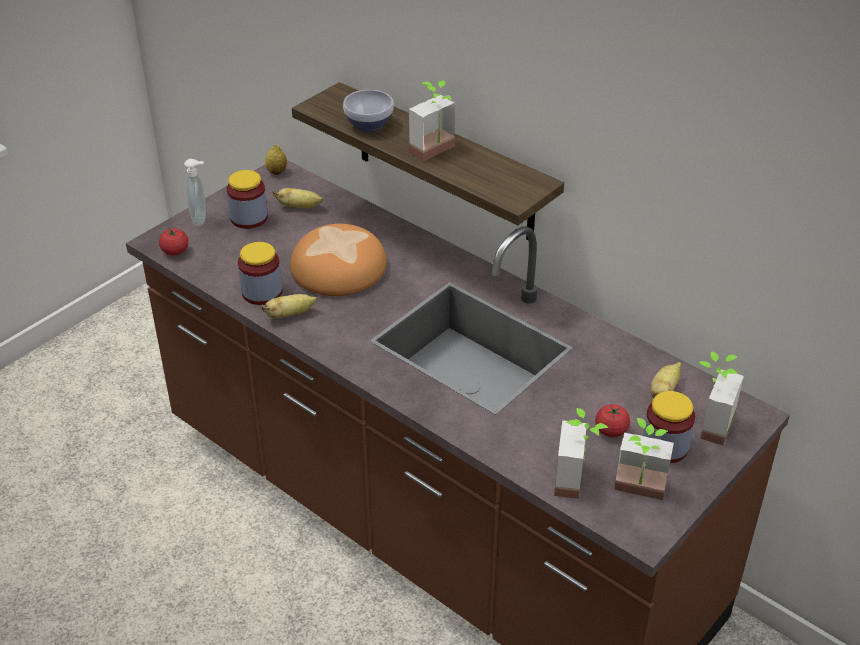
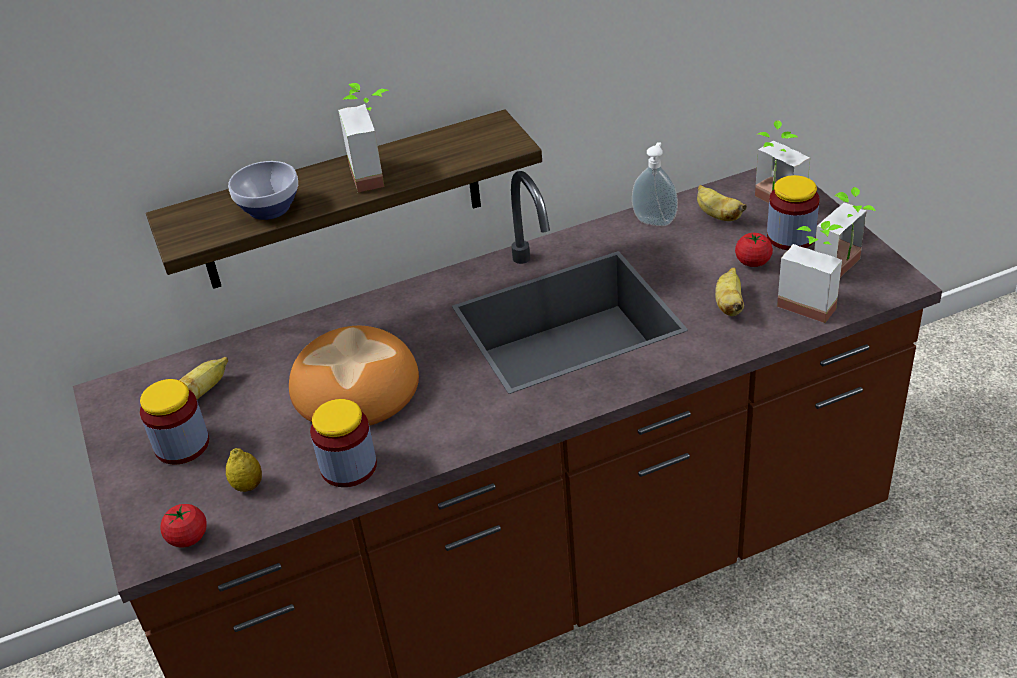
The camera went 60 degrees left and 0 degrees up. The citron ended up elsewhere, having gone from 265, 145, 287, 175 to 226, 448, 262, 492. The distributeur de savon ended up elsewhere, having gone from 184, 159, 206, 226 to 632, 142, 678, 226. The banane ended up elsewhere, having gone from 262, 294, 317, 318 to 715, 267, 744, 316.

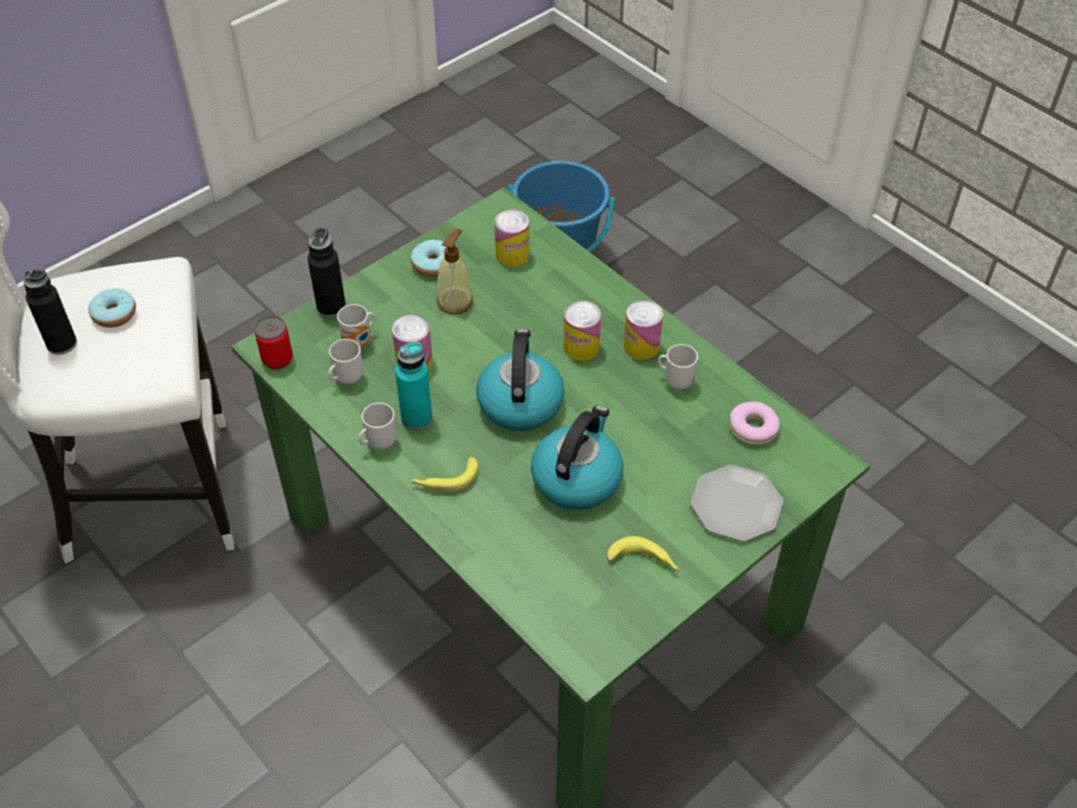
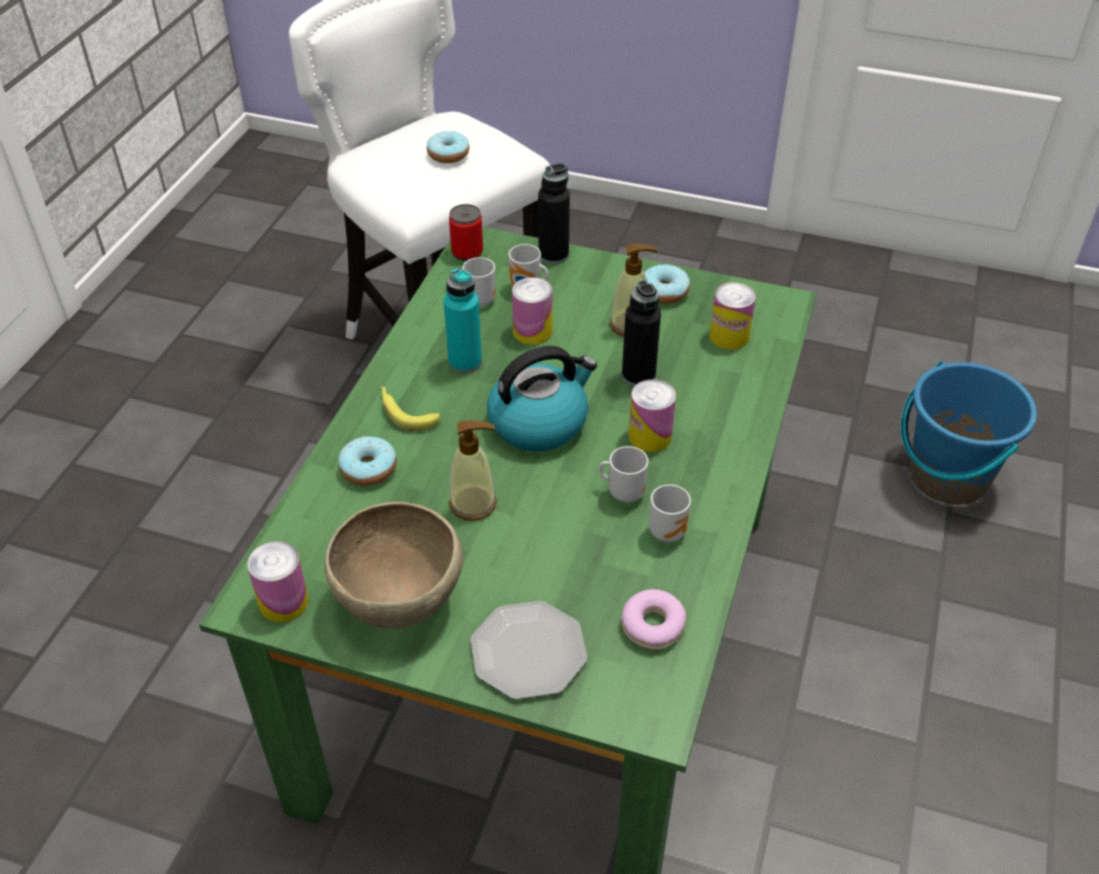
The camera went 60 degrees right and 5 degrees down. The bouteille/noir ended up elsewhere, having gone from 24, 269, 77, 355 to 622, 280, 661, 386. The boîte métallique ended up elsewhere, having gone from 624, 300, 663, 360 to 247, 541, 309, 622. The mug ended up elsewhere, having gone from 358, 403, 397, 449 to 599, 446, 648, 502. Where the bouilloire stood at 531, 405, 623, 510, the distributeur de savon came to stand at 449, 420, 497, 521. Where the banane stood at 607, 536, 680, 571, the bol/marron came to stand at 324, 502, 463, 629. The second view gained the beignet at 338, 436, 397, 486.

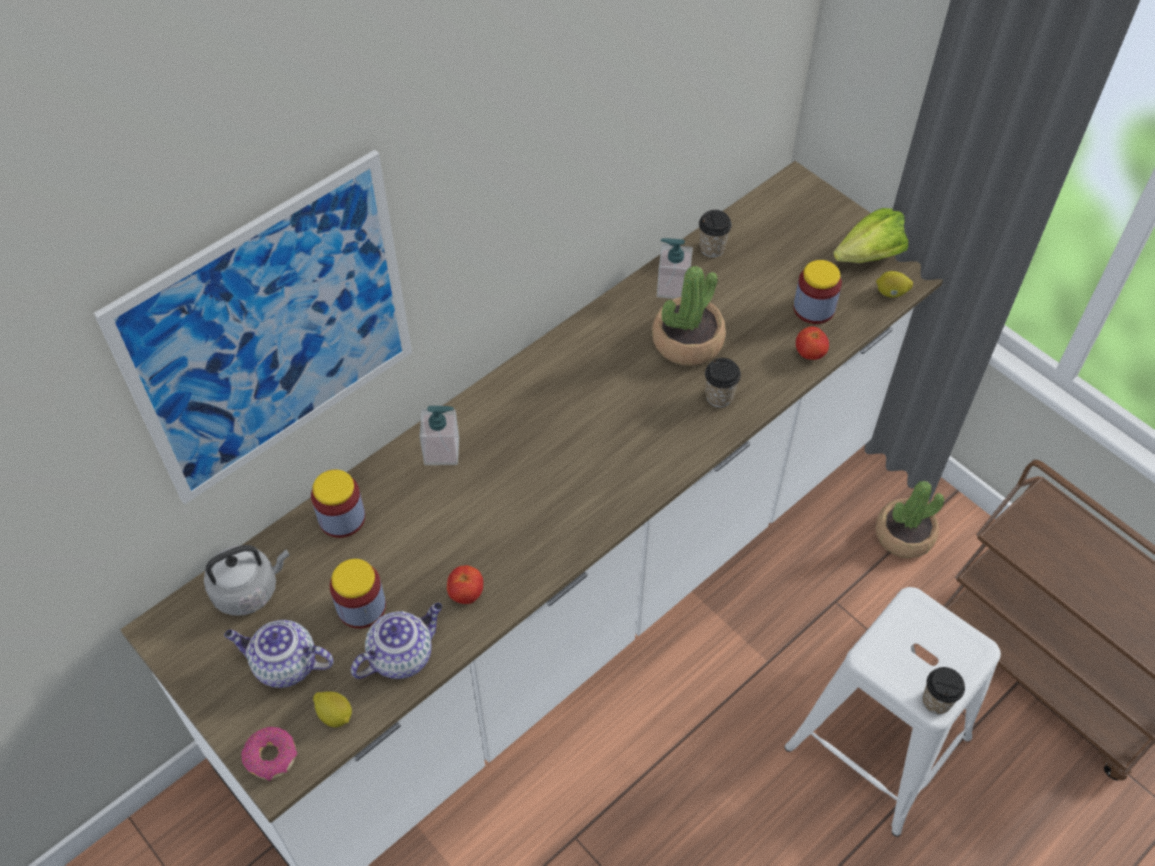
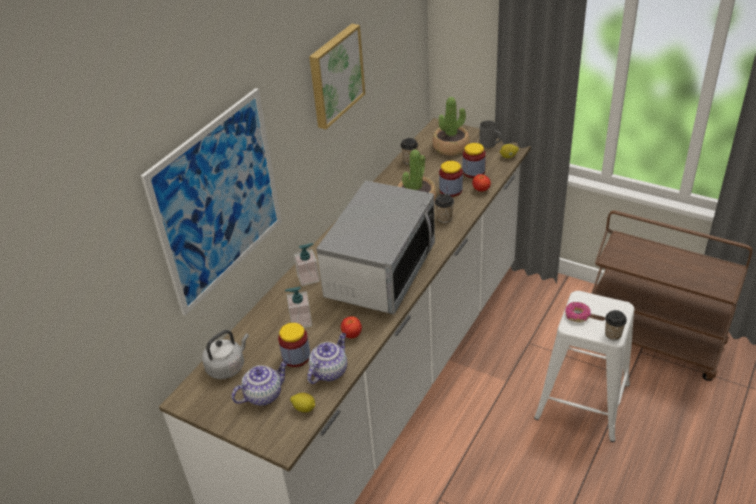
The camera went 15 degrees left and 15 degrees down. Where the laitue stood at 833, 208, 908, 263, the mug/gris came to stand at 480, 120, 502, 148. The distributeur de savon ended up elsewhere, having gone from 657, 238, 693, 299 to 285, 287, 312, 328. The bocal ended up elsewhere, having gone from 311, 470, 365, 538 to 439, 161, 463, 197. The plante en pot ended up elsewhere, having gone from 875, 481, 944, 558 to 432, 97, 470, 155. The théière at 224, 620, 333, 688 ended up facing another way, 150 degrees clockwise from before. The beignet ended up elsewhere, having gone from 241, 727, 297, 781 to 565, 302, 591, 322. The second view gained the tableau at 309, 24, 365, 129. The second view gained the micro-ondes at 317, 181, 435, 314.

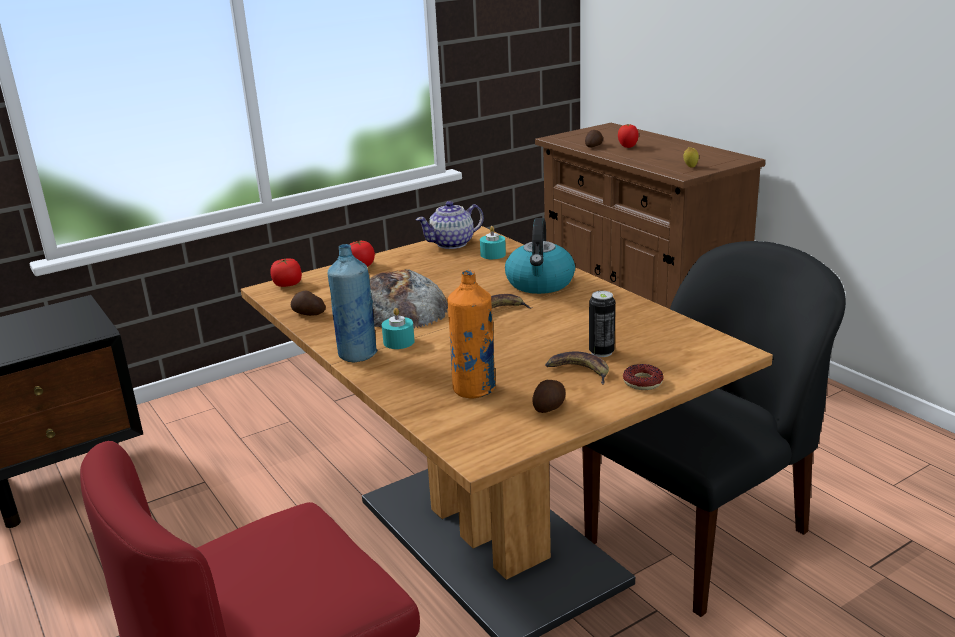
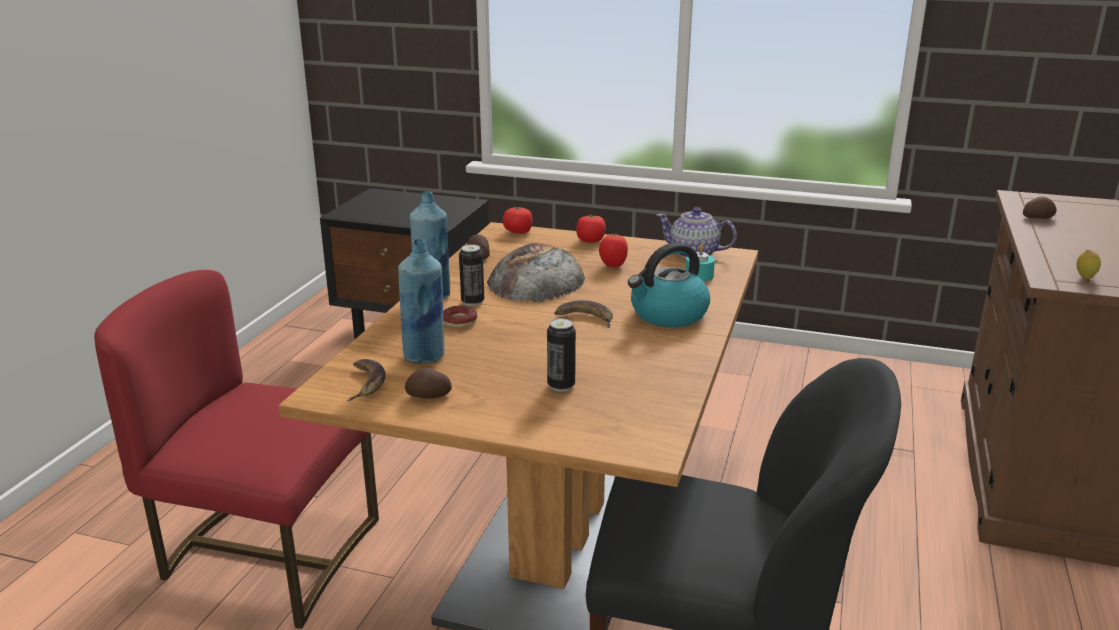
The camera went 50 degrees right and 0 degrees up. The tomate ended up elsewhere, having gone from 618, 124, 639, 148 to 599, 234, 628, 267. What was the bouteille/orange at 447, 270, 496, 399 turned into the bouteille/bleu at 398, 239, 444, 364. Where the bougie/turquoise stood at 382, 308, 415, 349, the boîte métallique came to stand at 459, 244, 484, 306. The banane ended up elsewhere, having gone from 545, 351, 609, 385 to 346, 359, 385, 401. The beignet ended up elsewhere, having gone from 623, 364, 663, 390 to 443, 306, 477, 328.

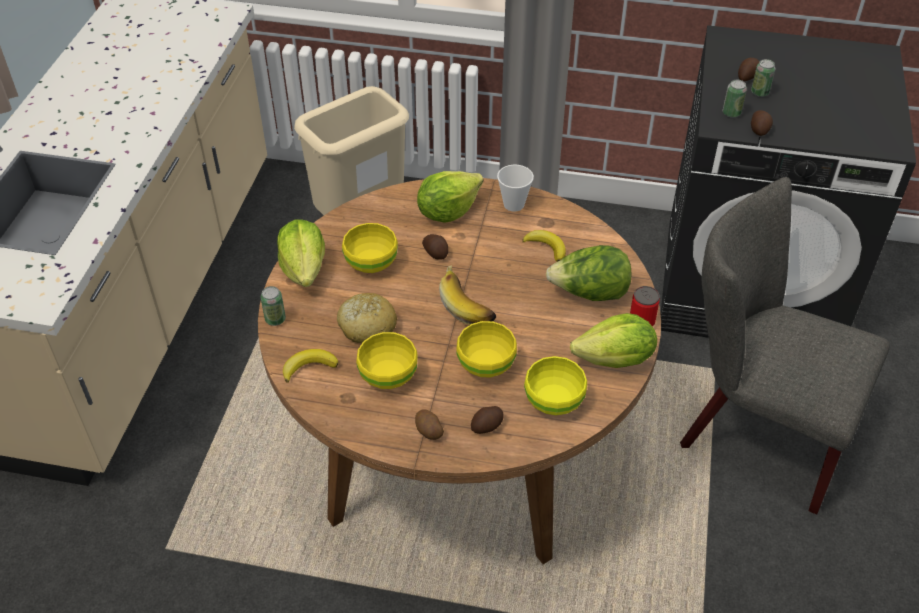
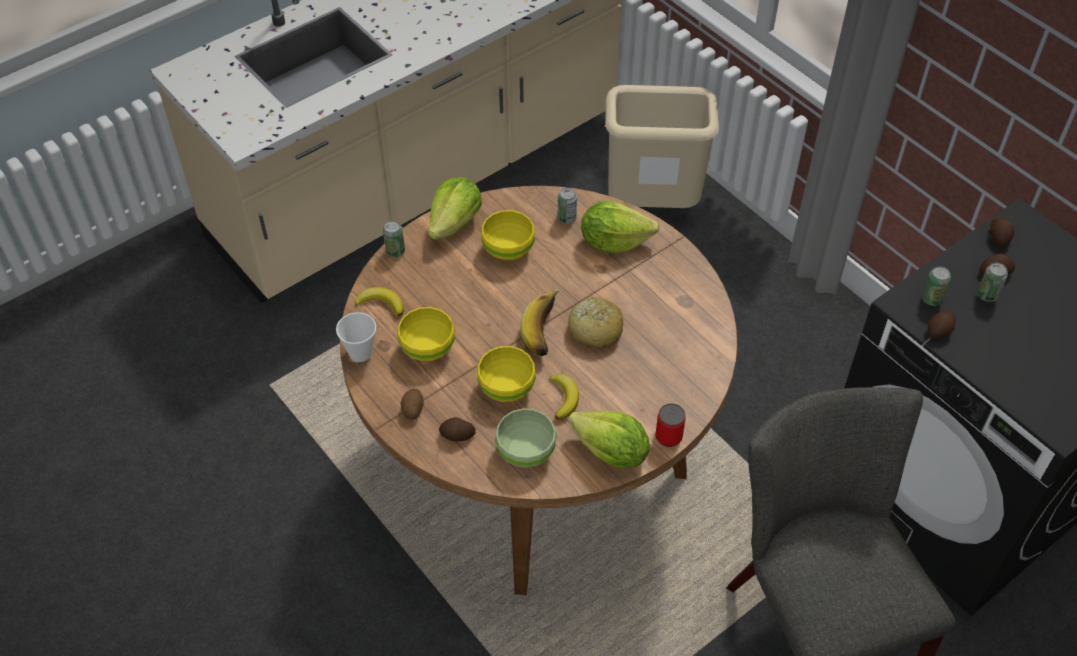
The camera went 40 degrees right and 5 degrees up. The tasse ended up elsewhere, having gone from 497, 165, 534, 212 to 336, 312, 376, 362. The banane ended up elsewhere, having gone from 522, 230, 566, 262 to 549, 374, 579, 420. The pomme de terre ended up elsewhere, having gone from 422, 234, 448, 260 to 990, 217, 1015, 247. The second view lost the laitue at 546, 245, 631, 301. The pain ended up elsewhere, having gone from 337, 293, 397, 343 to 568, 298, 623, 348. What was the bol/jaune at 524, 356, 587, 415 turned into the bol/vert at 495, 408, 557, 468. The second view gained the boîte métallique at 558, 188, 577, 224.

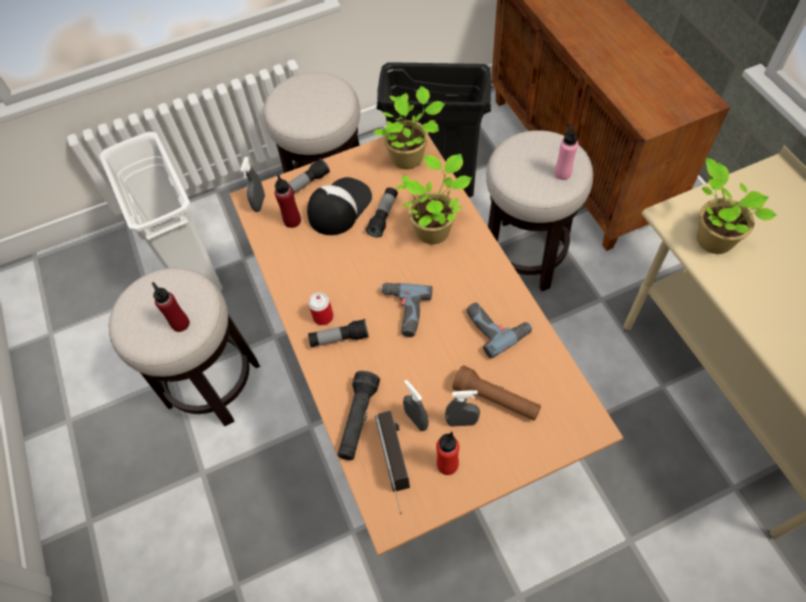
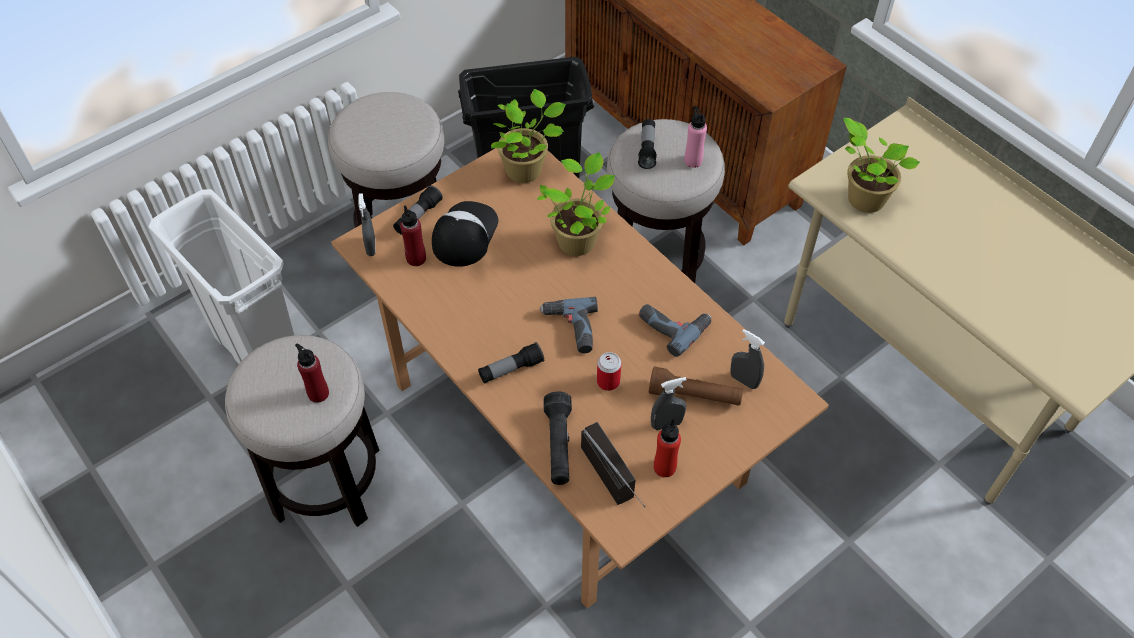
The camera went 20 degrees left and 5 degrees down. The lampe de poche ended up elsewhere, having gone from 366, 187, 398, 238 to 638, 119, 657, 169. The boîte métallique ended up elsewhere, having gone from 308, 292, 333, 325 to 597, 352, 621, 391. The vaporisateur/gris ended up elsewhere, having gone from 403, 380, 429, 431 to 730, 329, 765, 389.

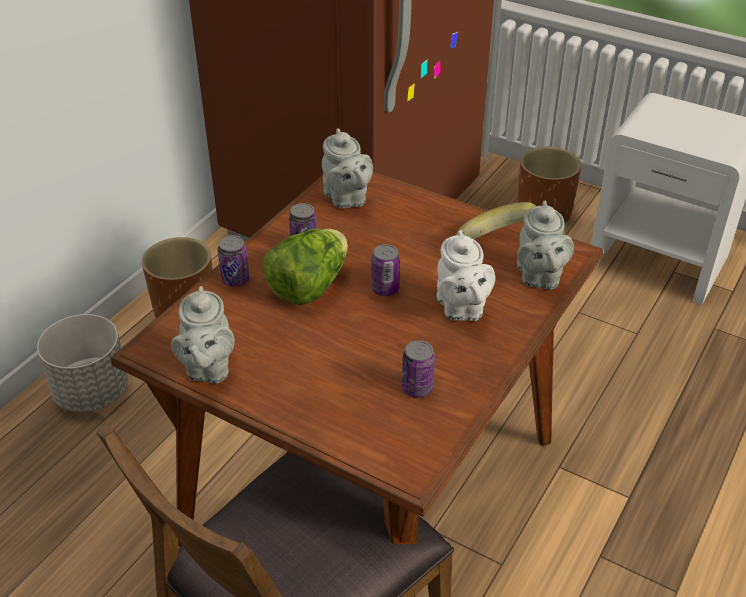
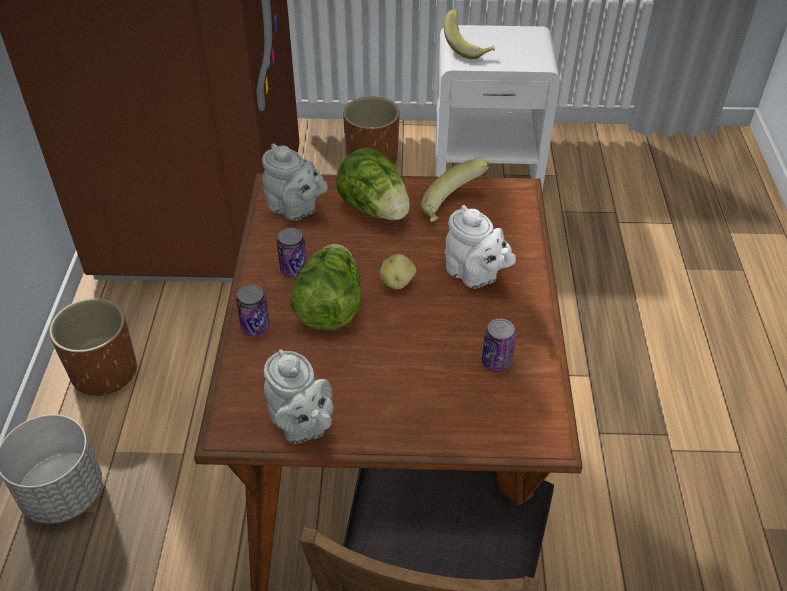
The camera went 30 degrees left and 5 degrees up. The second view lost the théière/gris at 517, 200, 574, 290. Where the boîte métallique stood at 371, 244, 400, 296, the pomme de terre came to stand at 380, 254, 416, 289. The second view gained the banane at 444, 9, 495, 59. The second view gained the laitue at 336, 147, 410, 220.

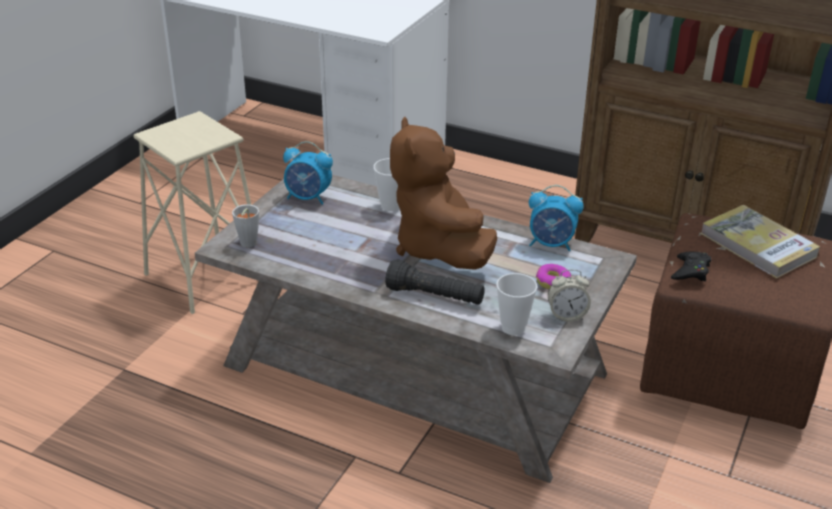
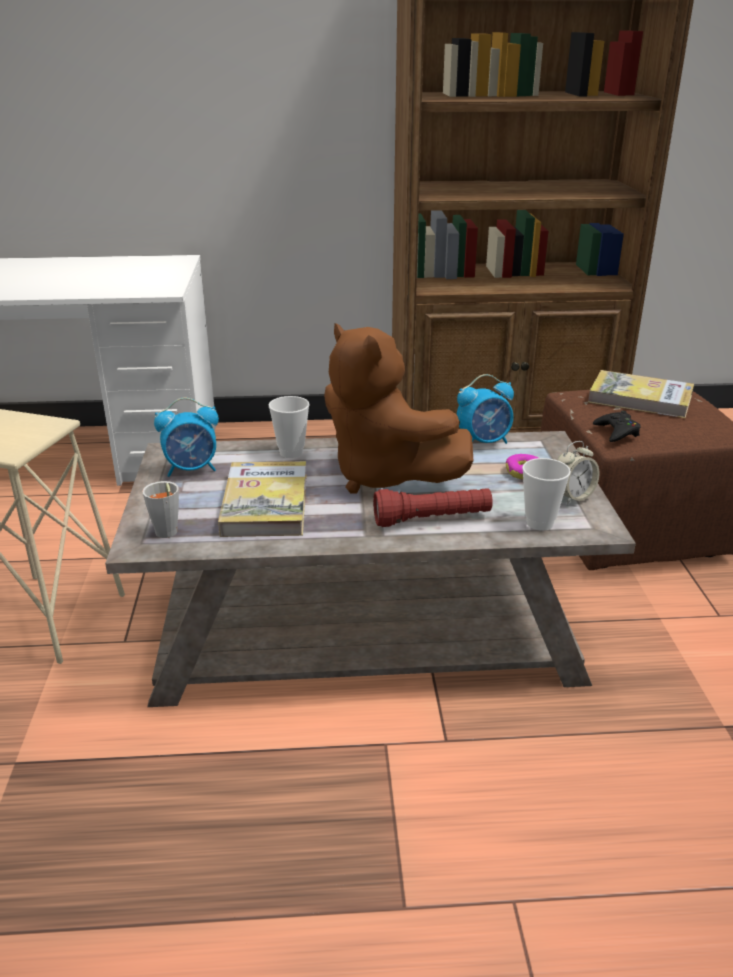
The camera went 30 degrees left and 5 degrees down. What was the lampe de poche/noir at 385, 259, 485, 305 turned into the lampe de poche/rouge at 373, 488, 493, 527. The second view gained the livre at 218, 461, 307, 537.

